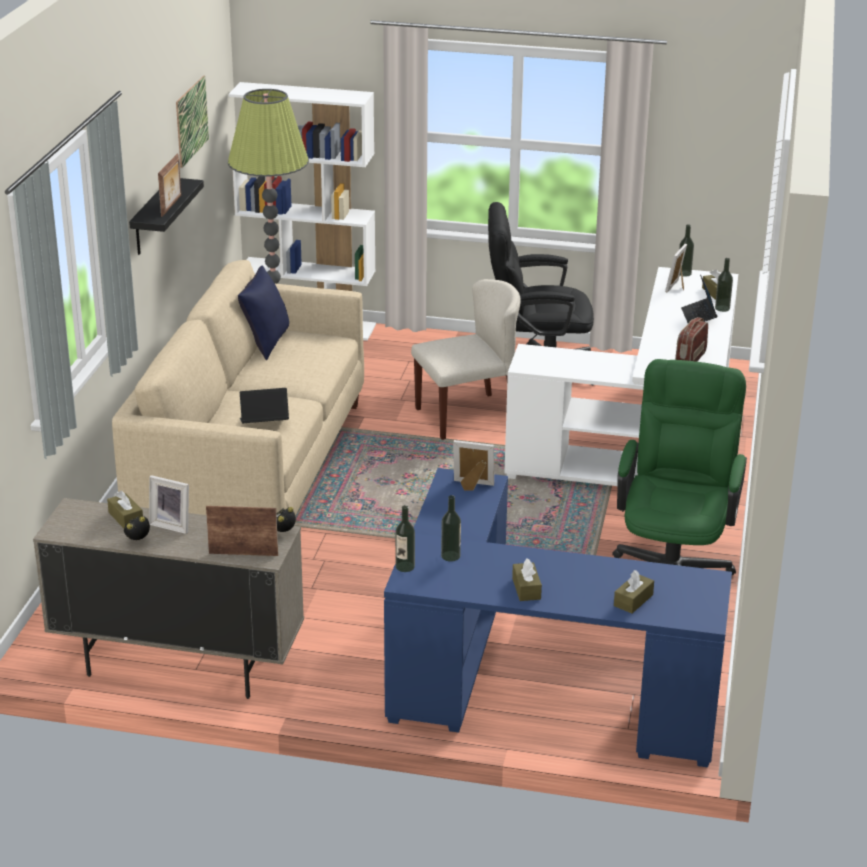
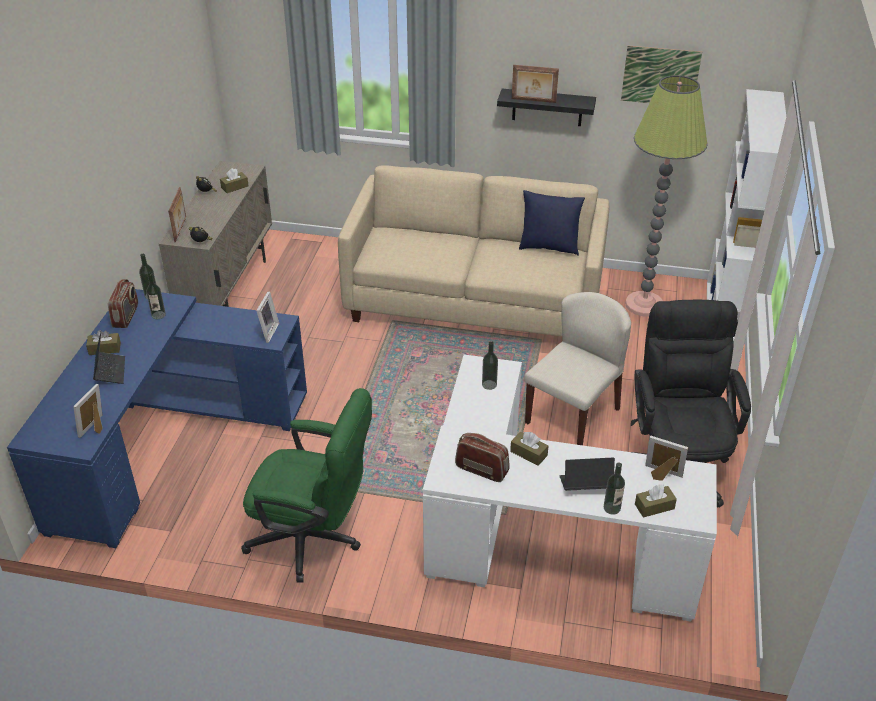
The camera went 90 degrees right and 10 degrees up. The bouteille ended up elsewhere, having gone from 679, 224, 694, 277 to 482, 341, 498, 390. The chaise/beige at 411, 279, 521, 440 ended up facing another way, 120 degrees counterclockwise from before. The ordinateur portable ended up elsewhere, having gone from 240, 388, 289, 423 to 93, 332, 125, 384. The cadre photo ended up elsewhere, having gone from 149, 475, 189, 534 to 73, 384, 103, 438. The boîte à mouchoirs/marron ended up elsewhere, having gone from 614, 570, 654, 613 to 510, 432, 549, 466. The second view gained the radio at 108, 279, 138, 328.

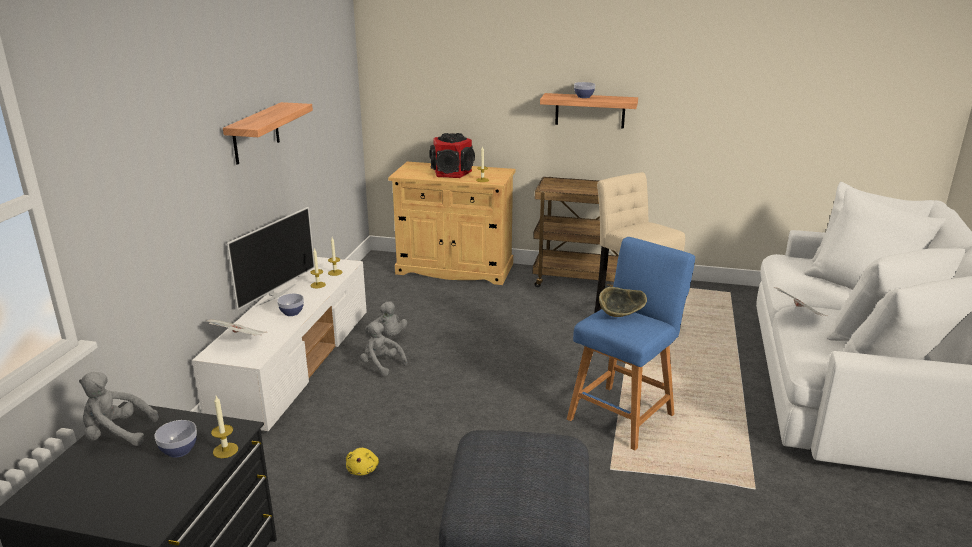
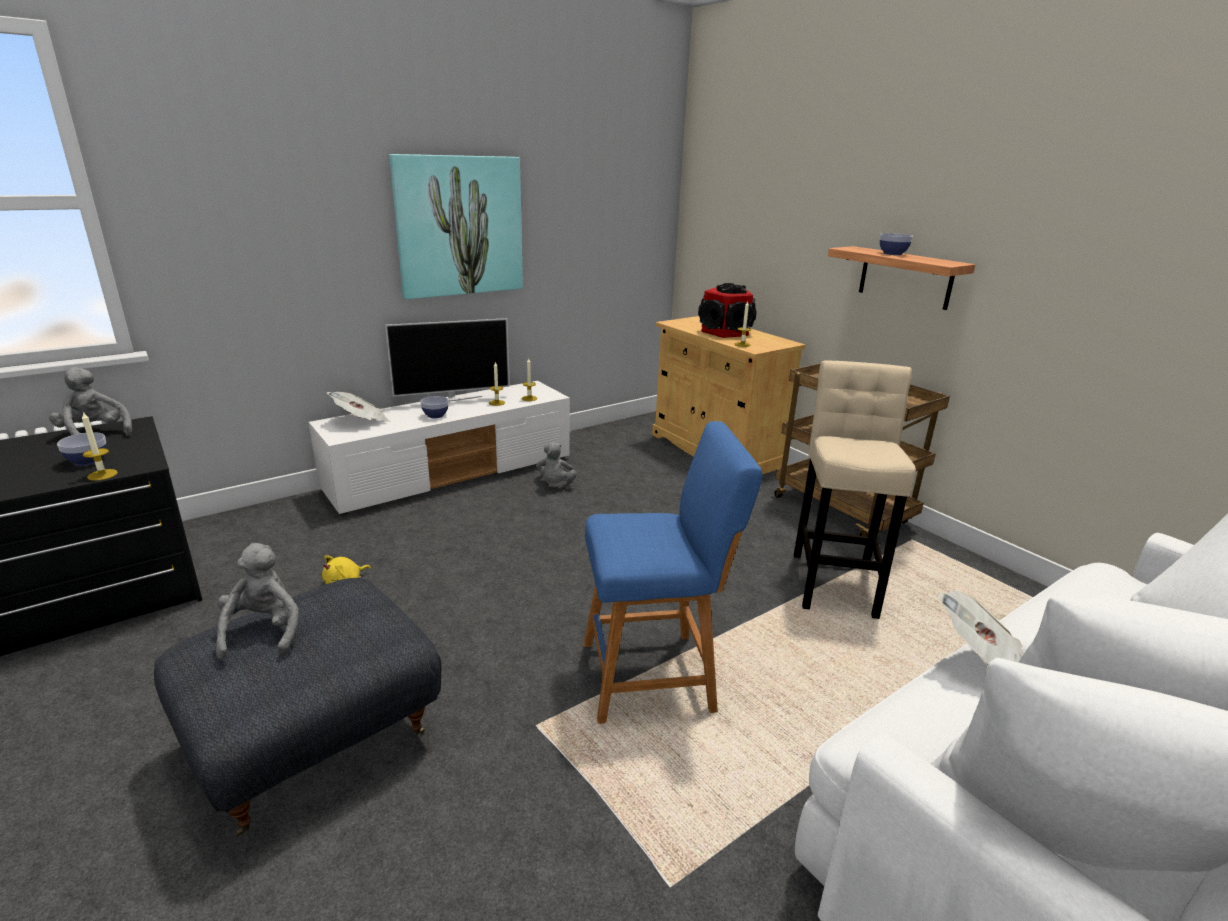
The camera went 40 degrees right and 0 degrees up. Where the étagère hung at 223, 102, 313, 165, the tableau came to hang at 389, 154, 523, 299. The second view lost the bol at 599, 287, 647, 317. The peluche/gris ended up elsewhere, having gone from 360, 321, 407, 376 to 216, 543, 299, 660.

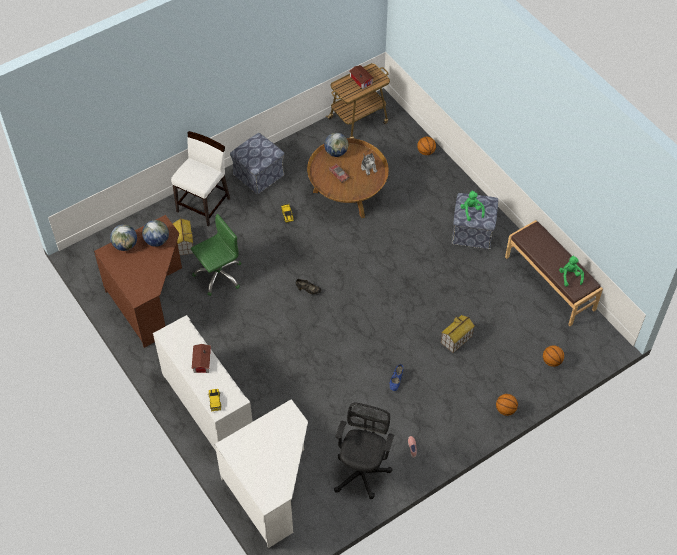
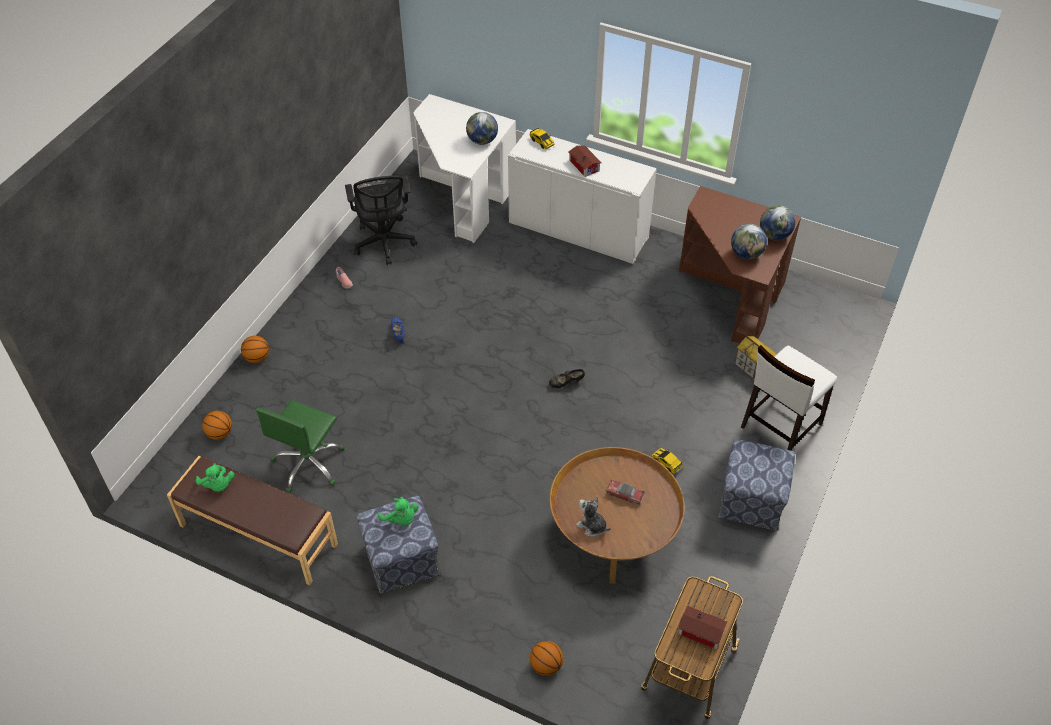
The camera went 150 degrees right and 5 degrees down. The chaise/blanc at 171, 131, 230, 227 ended up facing another way, 45 degrees clockwise from before. The globe ended up elsewhere, having gone from 324, 133, 348, 157 to 466, 112, 498, 145. The chaise de bureau/vert ended up elsewhere, having gone from 191, 214, 241, 296 to 255, 400, 344, 493. The second view lost the maison miniature at 441, 315, 475, 353.

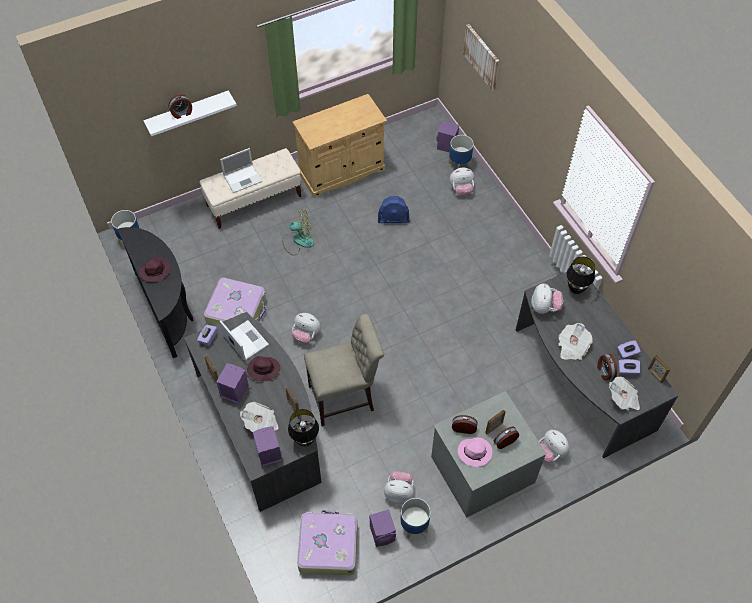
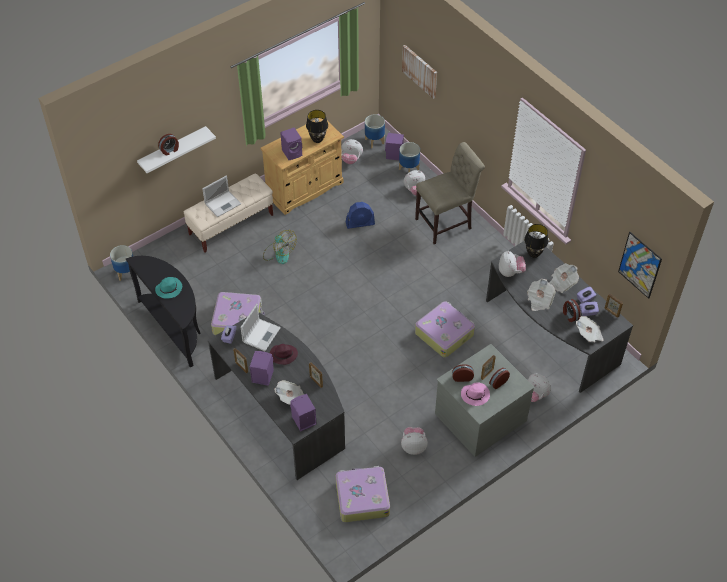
The camera went 10 degrees left and 5 degrees down. The ventilateur at 282, 209, 314, 256 ended up facing another way, 60 degrees clockwise from before. What was the chapeau/violet at 139, 257, 171, 282 turned into the chapeau/turquoise at 155, 277, 182, 298. The peluche ended up elsewhere, having gone from 292, 313, 321, 344 to 341, 139, 363, 164. The chaise/beige ended up elsewhere, having gone from 304, 314, 384, 426 to 415, 142, 485, 244. The ordinateur portable at 220, 320, 269, 360 ended up facing another way, 75 degrees clockwise from before. The lampe de table/noir ended up elsewhere, having gone from 288, 409, 319, 446 to 306, 110, 328, 143. The cache-pot ended up elsewhere, having gone from 401, 498, 431, 539 to 365, 114, 385, 148. The enceinte/violet ended up elsewhere, having gone from 370, 509, 396, 547 to 280, 128, 302, 160. The second view gained the tableau at 618, 232, 662, 299. The second view gained the journal at 549, 263, 579, 293. The second view gained the valise at 415, 301, 475, 358.

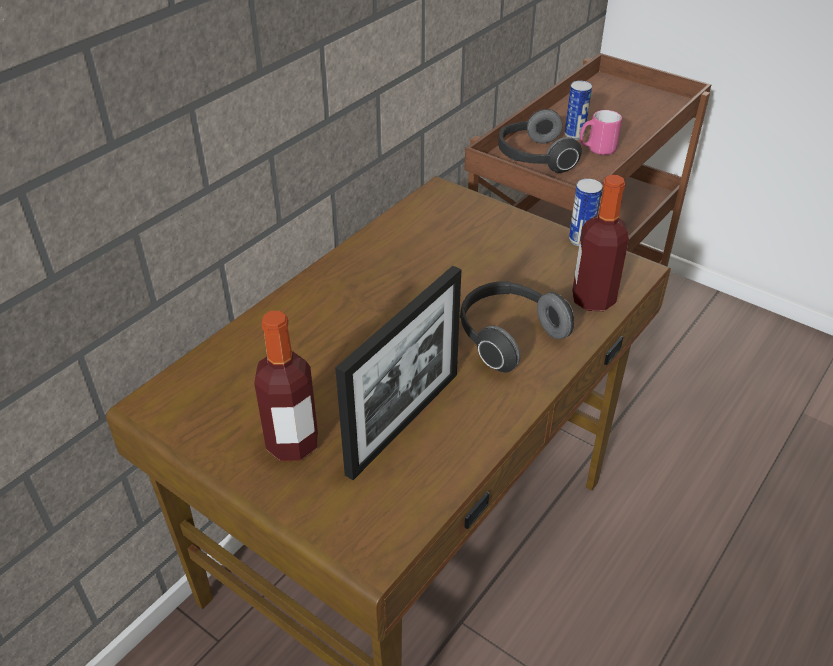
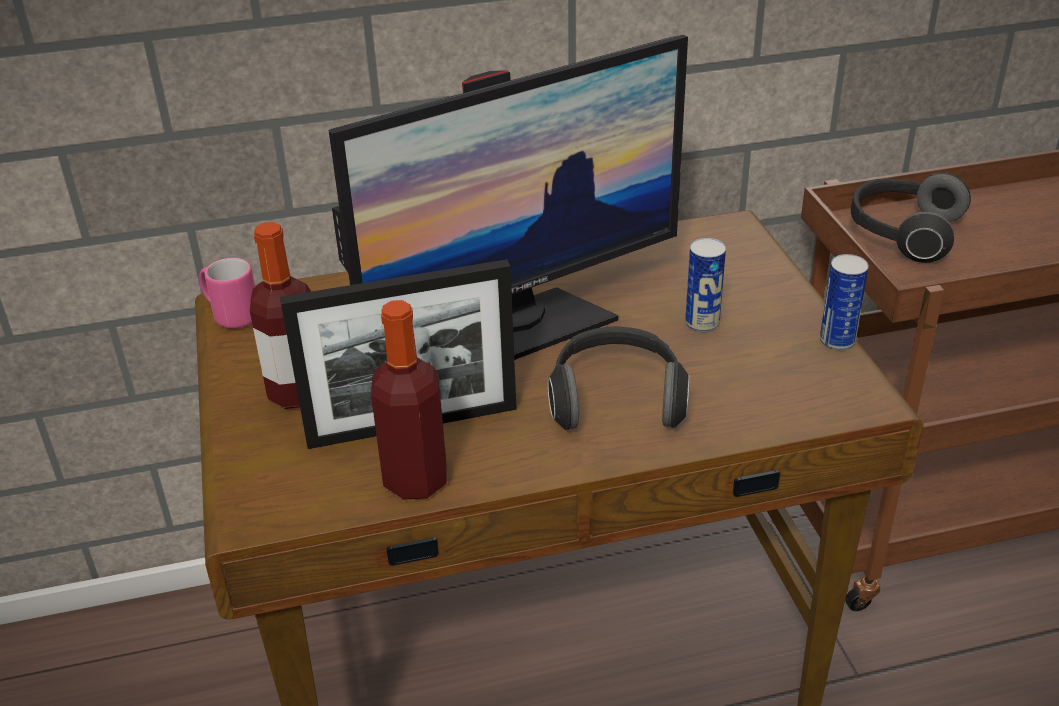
The camera went 40 degrees right and 5 degrees down. The boîte métallique ended up elsewhere, having gone from 565, 81, 592, 140 to 685, 238, 726, 332. The mug/rose ended up elsewhere, having gone from 580, 110, 622, 155 to 199, 258, 255, 329. The bouteille ended up elsewhere, having gone from 572, 175, 629, 311 to 371, 300, 447, 500. The second view gained the écran d'ordinateur at 329, 34, 688, 360.

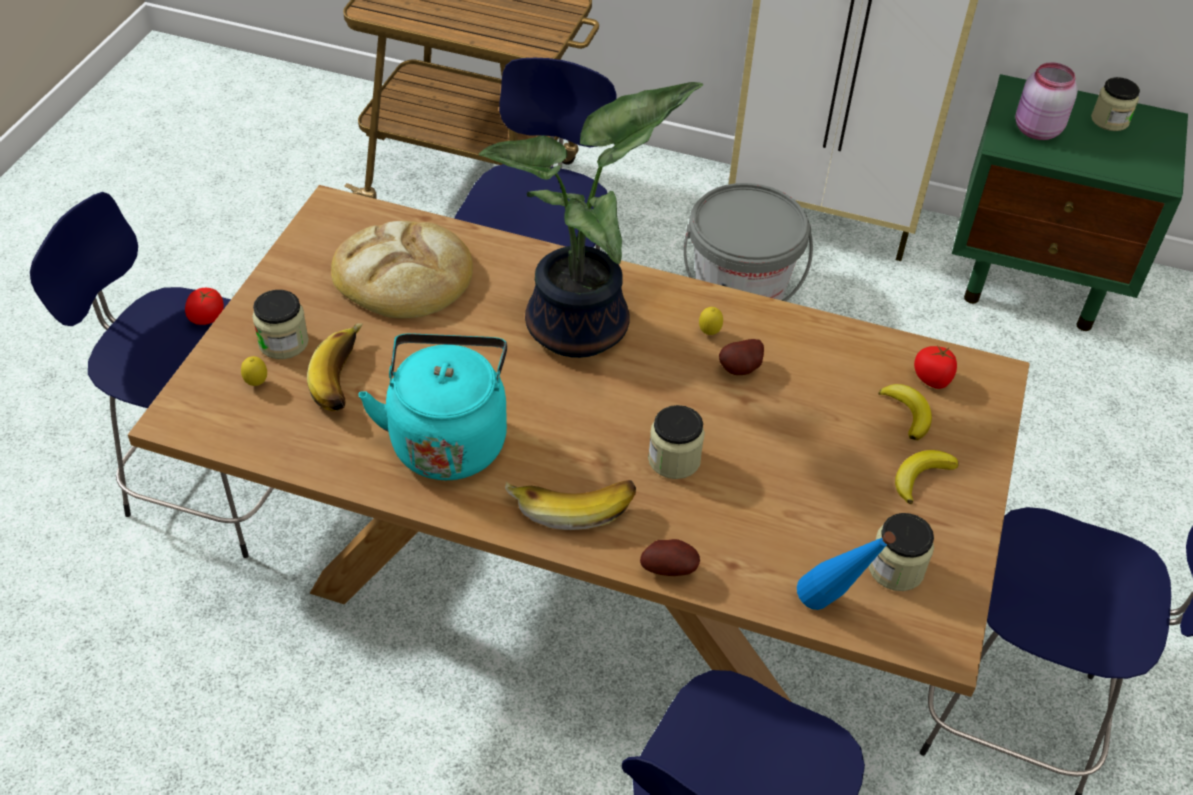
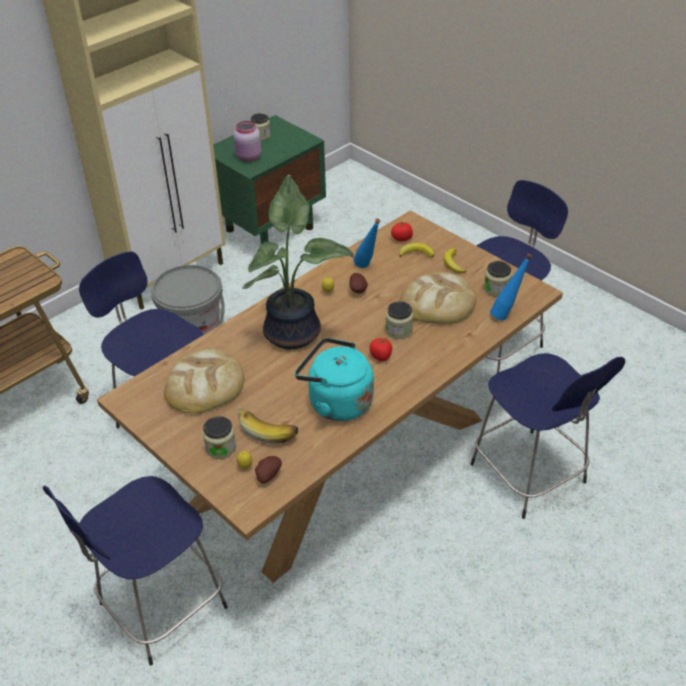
The camera went 60 degrees left and 5 degrees down. The tomate ended up elsewhere, having gone from 185, 288, 224, 325 to 369, 337, 392, 362. The second view lost the banane at 505, 480, 636, 530. The pomme de terre ended up elsewhere, having gone from 640, 539, 700, 576 to 255, 456, 282, 484. The second view gained the bouteille/bleu at 353, 219, 380, 268. The second view gained the pain at 399, 272, 476, 324.

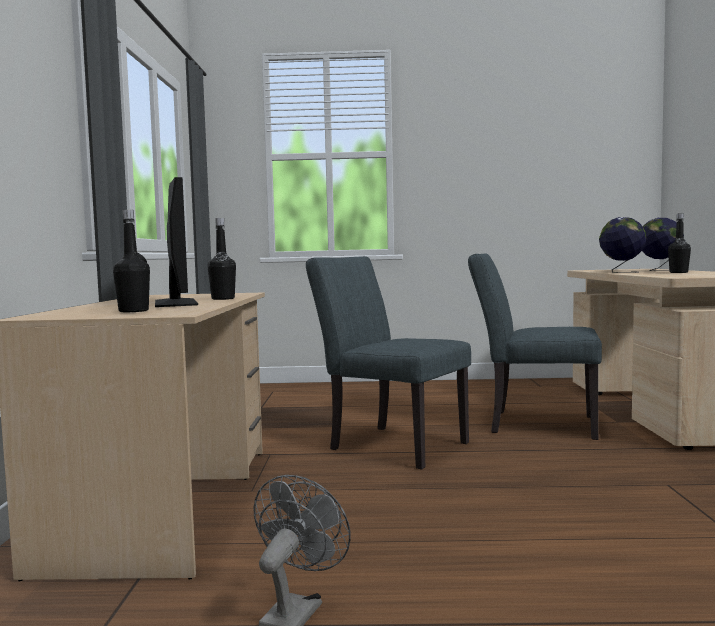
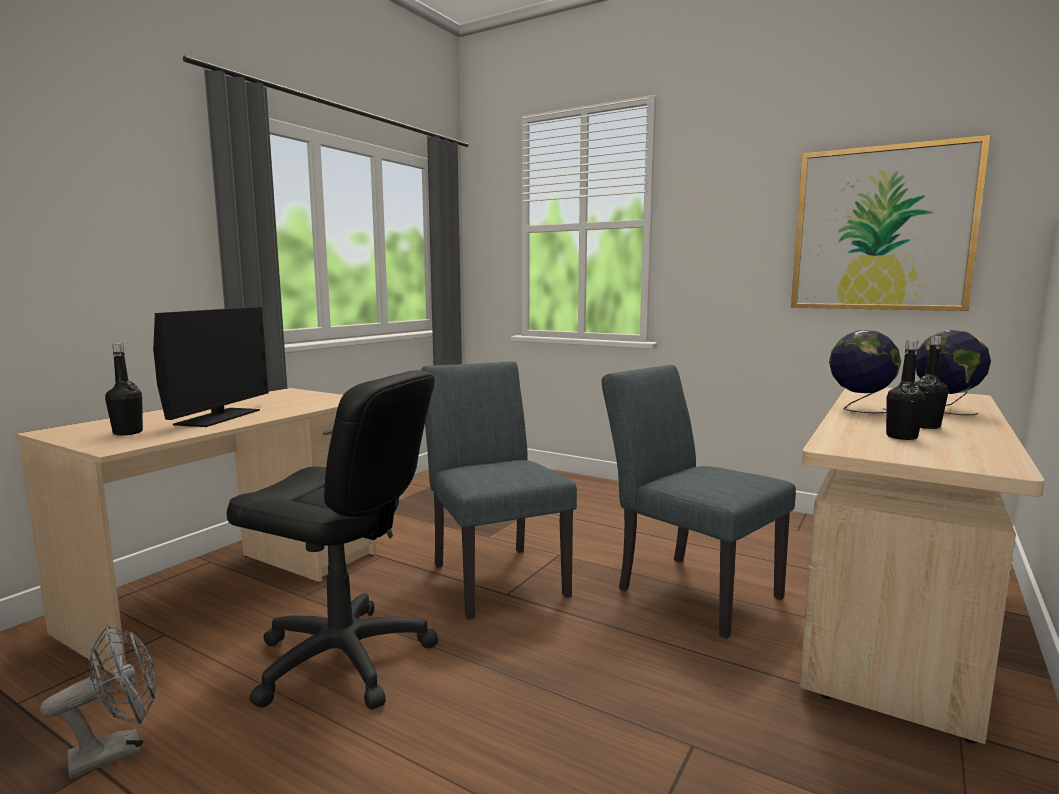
The camera went 30 degrees right and 5 degrees up. The bouteille/noir ended up elsewhere, having gone from 208, 218, 236, 300 to 886, 340, 926, 440. The second view gained the tableau at 791, 135, 990, 311. The second view gained the chaise de bureau/noir at 227, 370, 438, 710.

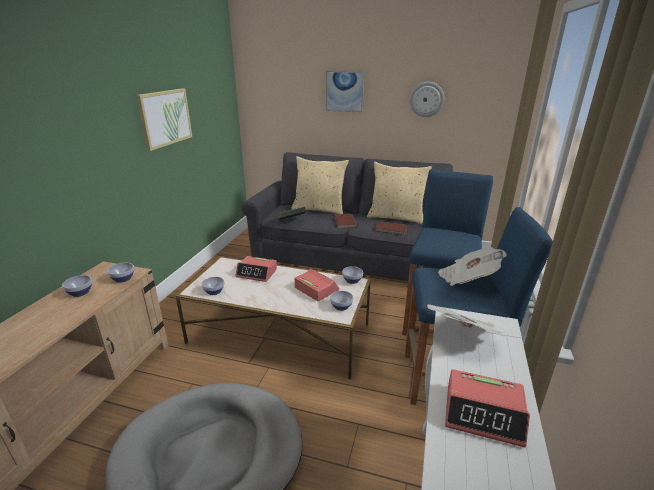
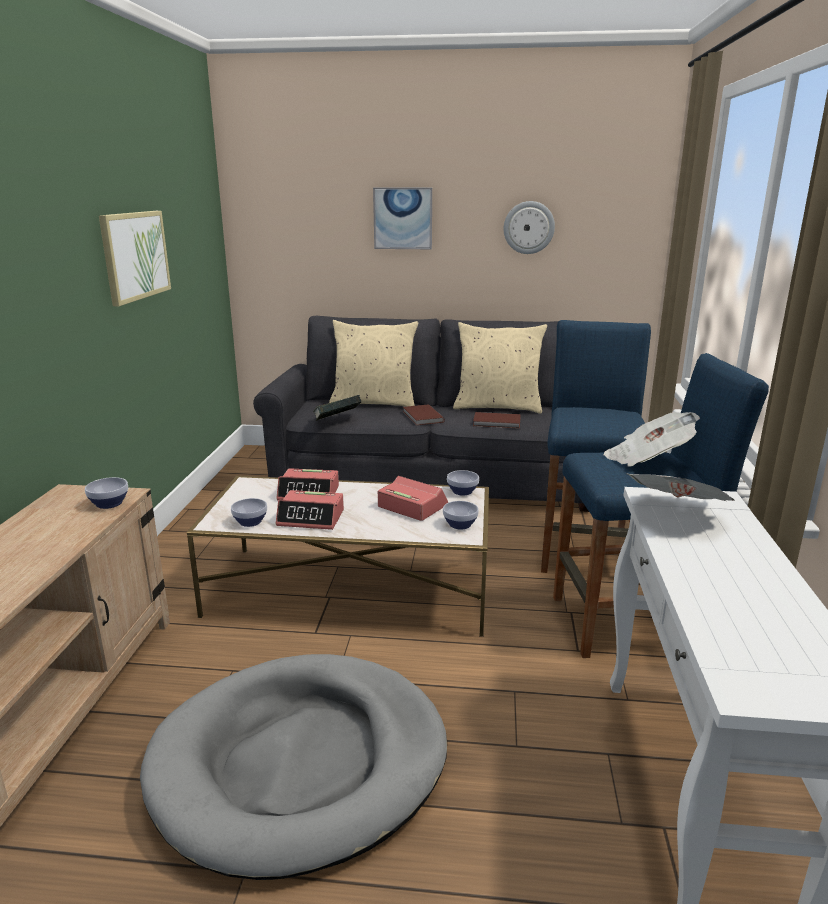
The camera went 10 degrees left and 5 degrees down. The second view lost the bol at 62, 275, 92, 297. The réveil ended up elsewhere, having gone from 445, 369, 530, 447 to 276, 490, 344, 530.

